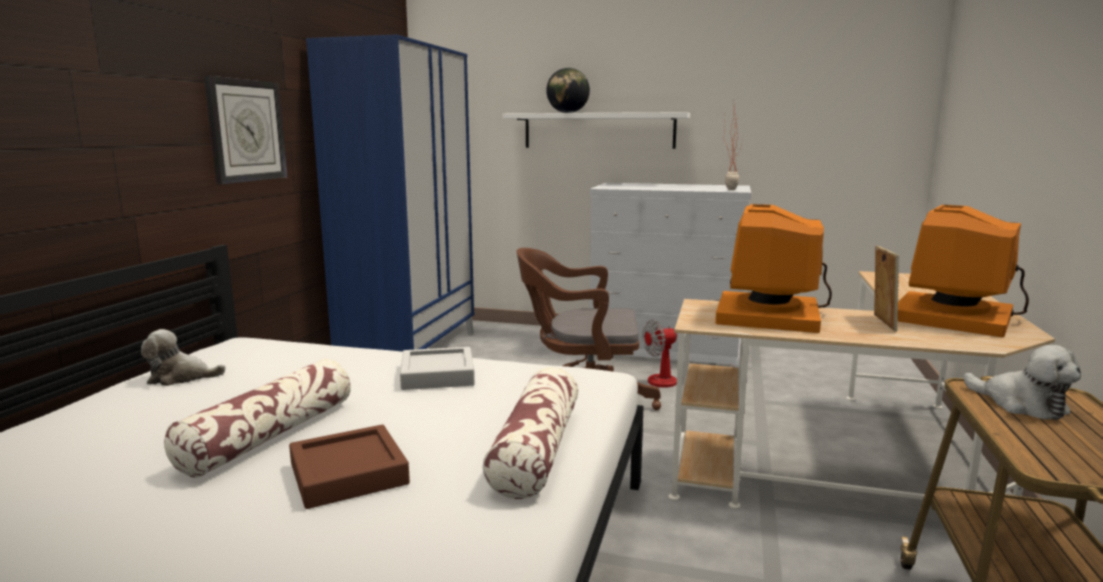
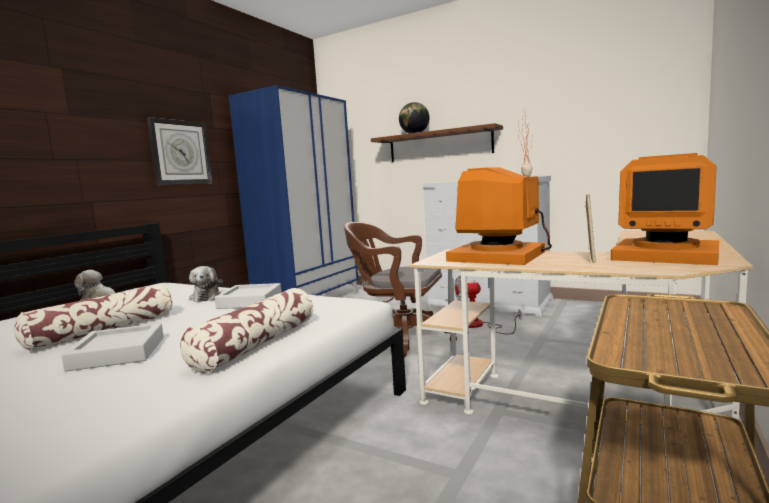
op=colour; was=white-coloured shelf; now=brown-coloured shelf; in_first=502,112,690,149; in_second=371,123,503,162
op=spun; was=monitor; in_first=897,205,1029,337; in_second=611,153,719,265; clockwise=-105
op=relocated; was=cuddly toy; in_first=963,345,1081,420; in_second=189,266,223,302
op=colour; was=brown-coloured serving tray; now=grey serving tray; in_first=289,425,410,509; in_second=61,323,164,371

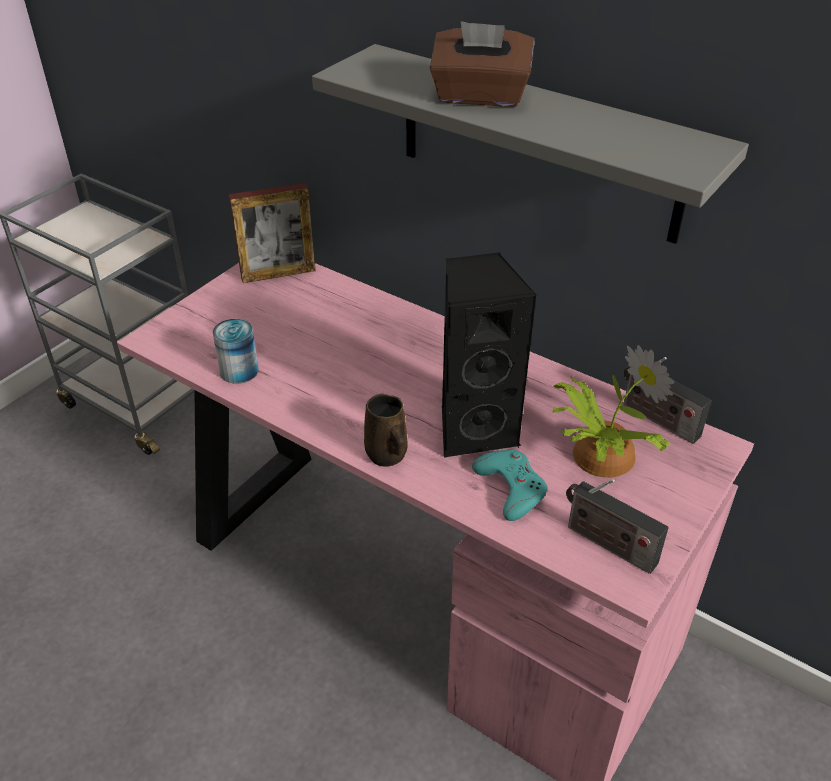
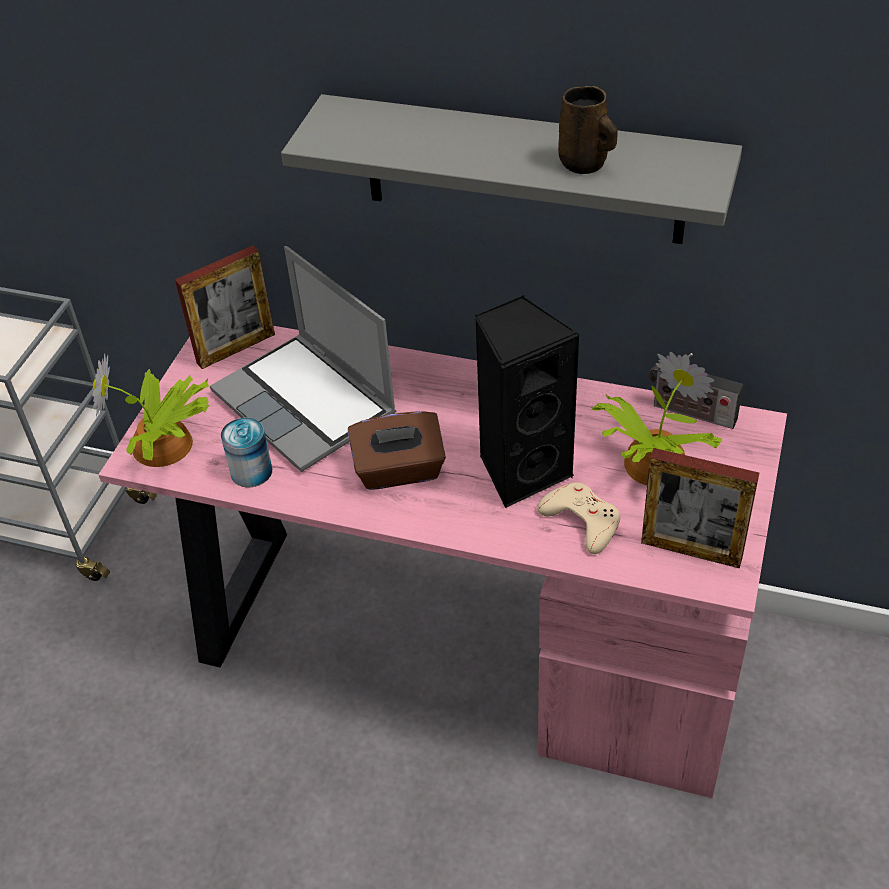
op=relocated; was=brown-coloured tissue holder; in_first=430,21,534,107; in_second=348,411,446,490
op=relocated; was=brown-coloured coffee mug; in_first=364,394,408,466; in_second=558,86,618,174
op=colour; was=blue-green game controller; now=sand-coloured game controller; in_first=472,450,547,521; in_second=537,483,620,554
op=exchanged; was=radio set; now=picture frame; in_first=566,479,669,574; in_second=641,448,759,569
op=appeared; now=laptop; in_second=210,246,396,472
op=appeared; now=potted plant; in_second=92,354,210,467

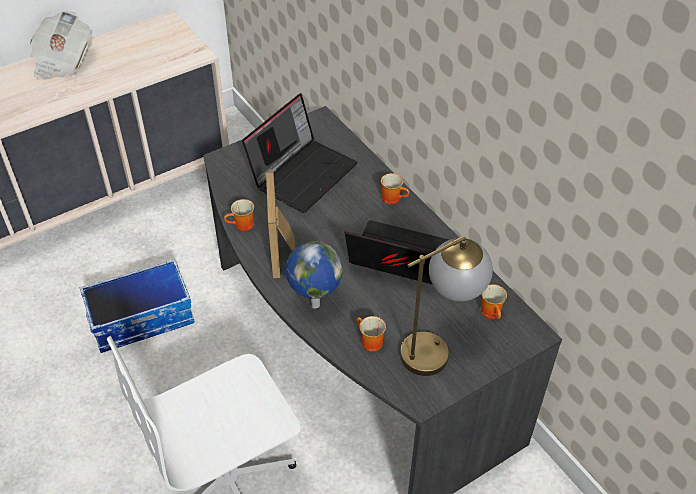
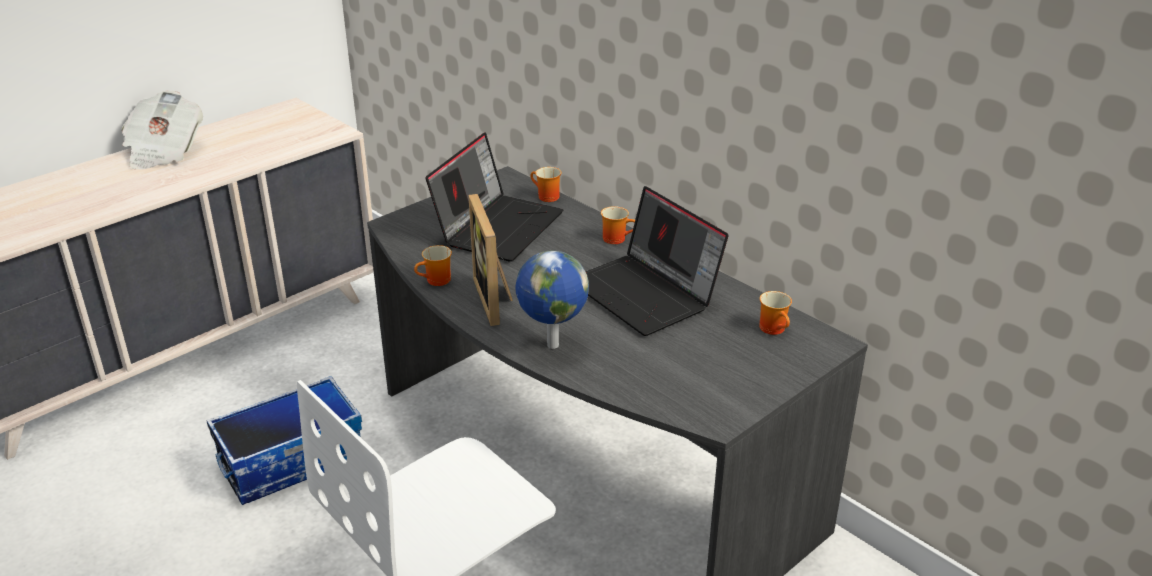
op=spun; was=laptop; in_first=345,220,449,284; in_second=585,186,729,336; clockwise=-135
op=missing; was=lamp for a table; in_first=400,236,493,376
op=relocated; was=coffee mug; in_first=356,316,386,352; in_second=530,167,561,202

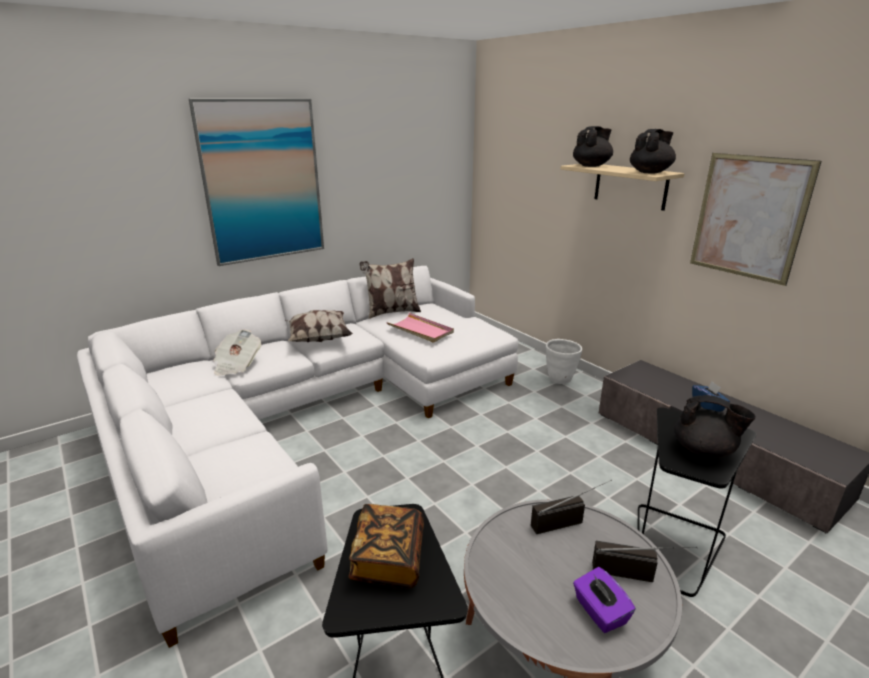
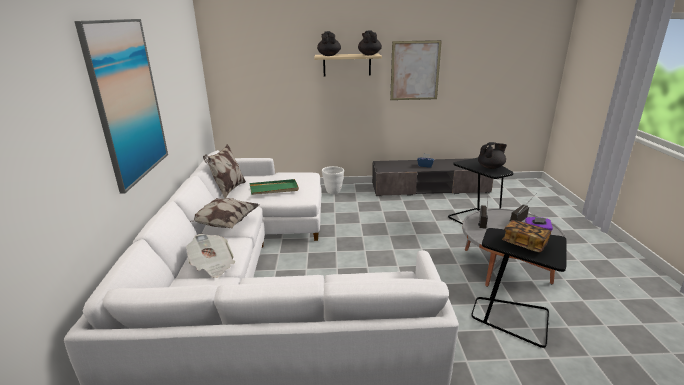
op=colour; was=pink-coloured serving tray; now=greenish serving tray; in_first=386,313,454,343; in_second=250,179,299,195

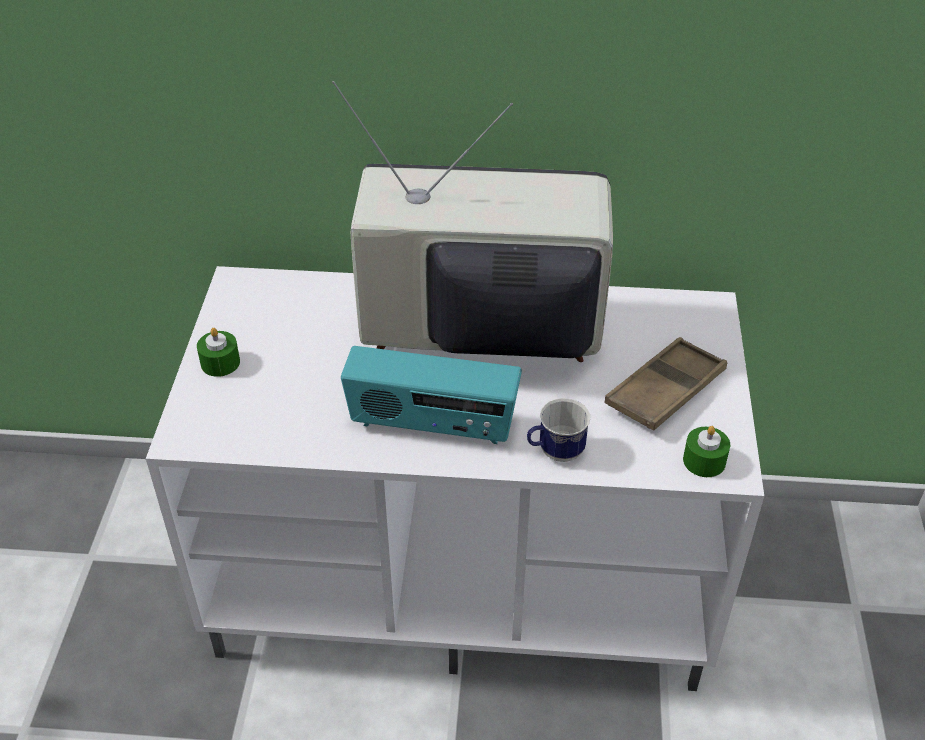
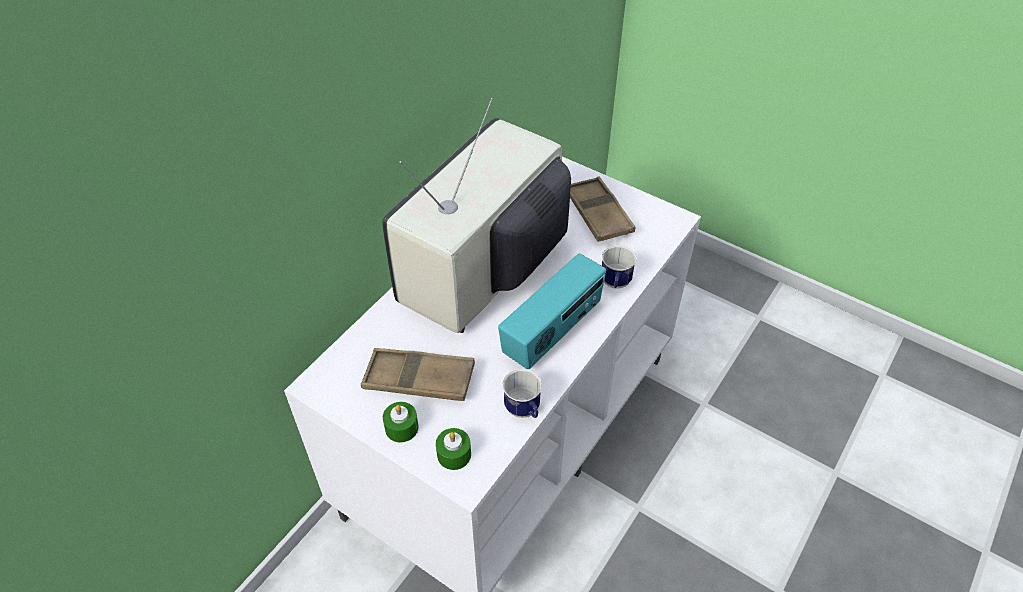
op=relocated; was=greenish candle; in_first=683,426,730,477; in_second=436,428,471,470
op=appeared; now=brown-coloured serving tray; in_second=361,348,475,401
op=appeared; now=coffee mug; in_second=503,369,542,418

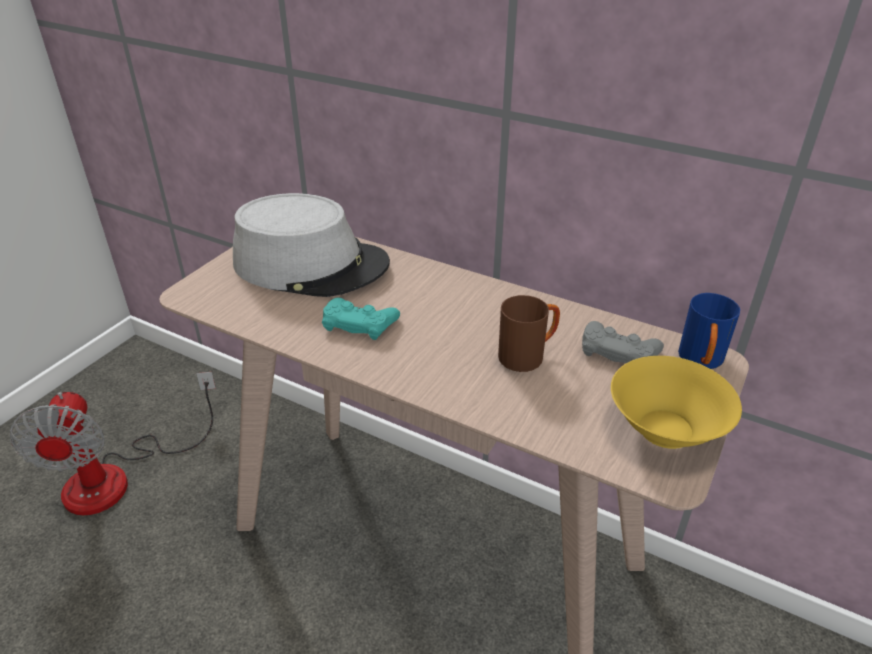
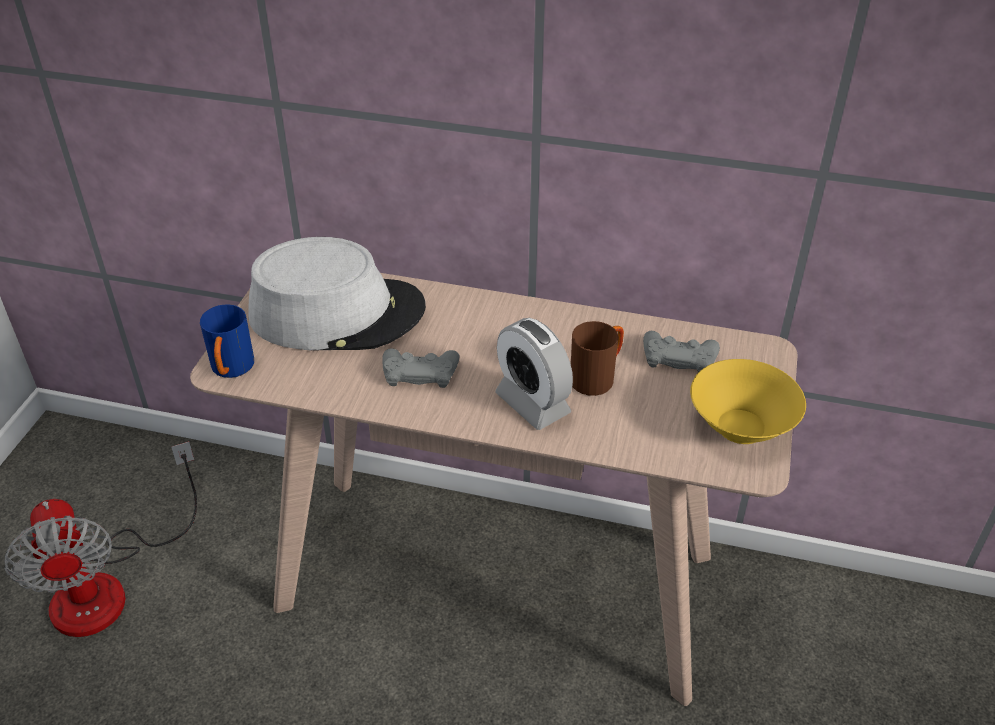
op=relocated; was=blue-coloured coffee mug; in_first=678,293,740,369; in_second=200,305,254,378
op=colour; was=blue-green game controller; now=grey game controller; in_first=322,298,400,340; in_second=382,348,459,388
op=appeared; now=bedside clock; in_second=495,318,573,430

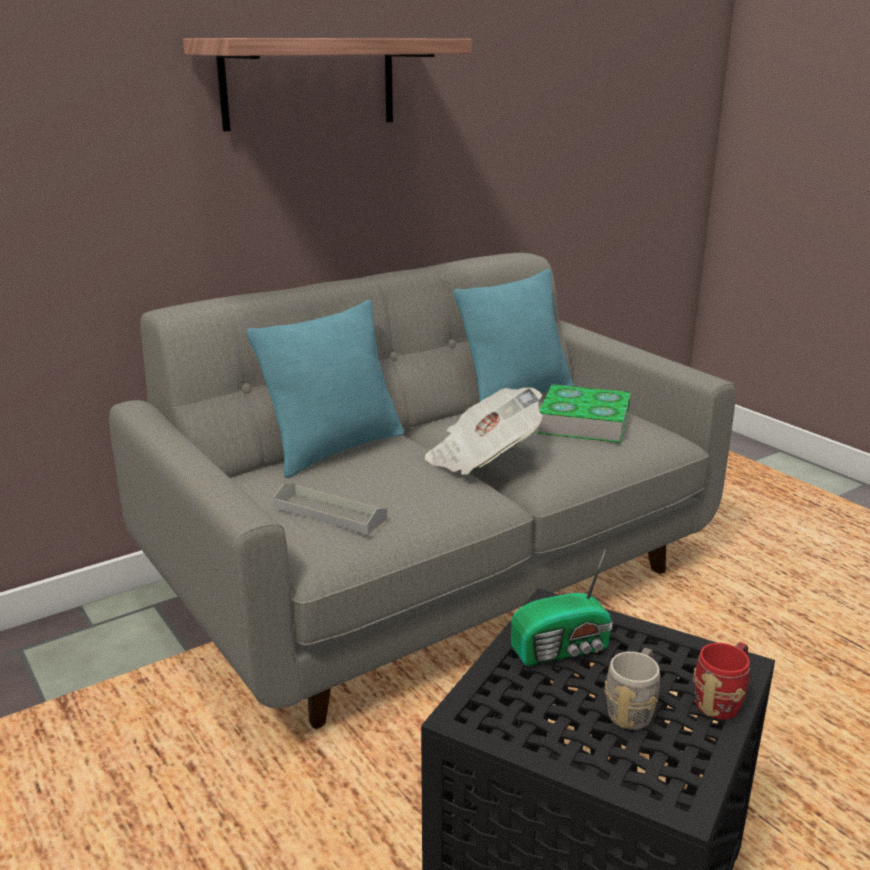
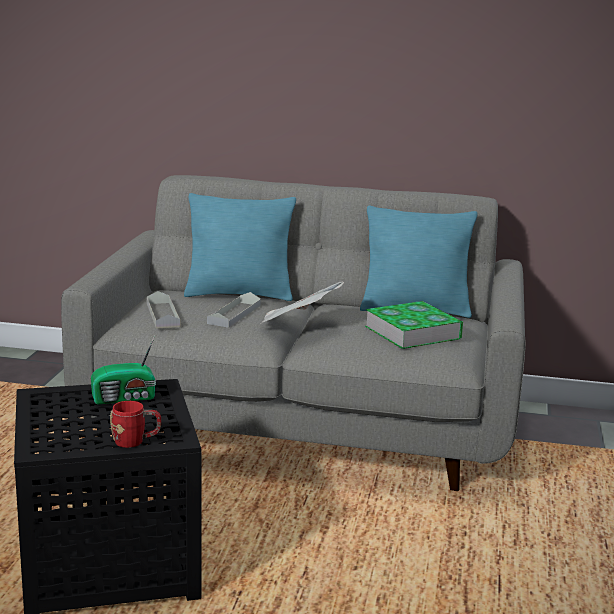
op=missing; was=shelf; in_first=183,38,472,131
op=spun; was=radio set; in_first=511,549,613,666; in_second=91,335,156,404; clockwise=-45
op=missing; was=grey coffee mug; in_first=604,648,660,730
op=appeared; now=grey serving tray; in_second=207,292,261,328

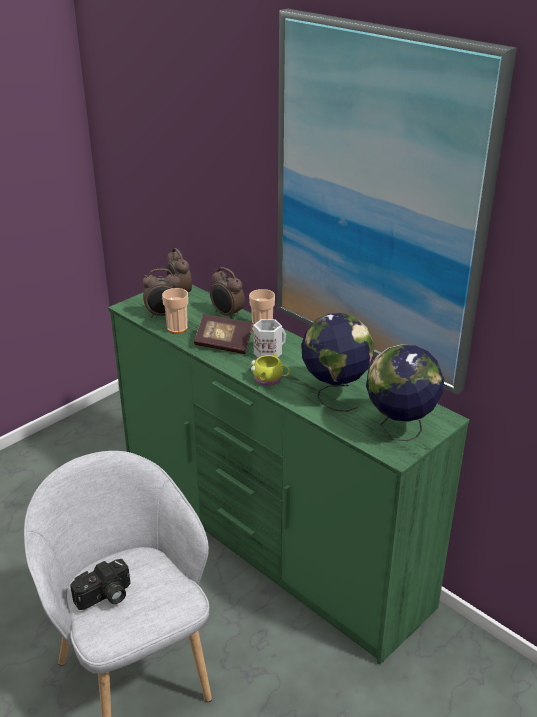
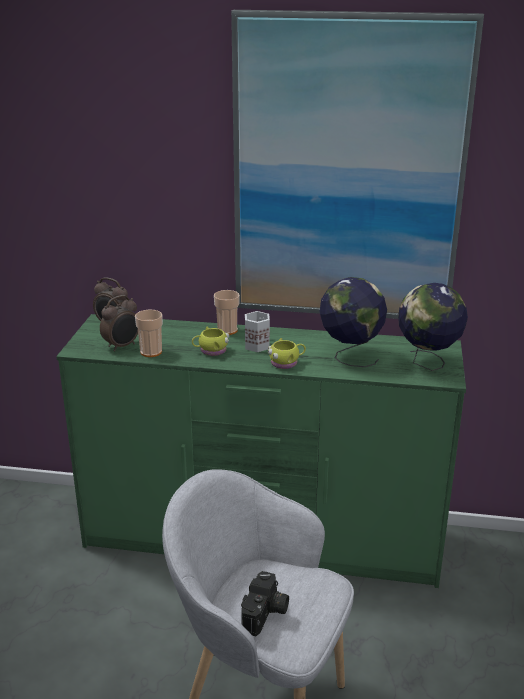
op=missing; was=bedside clock; in_first=210,267,245,319
op=exchanged; was=volume; now=yellowish coffee mug; in_first=194,314,253,354; in_second=192,327,229,356

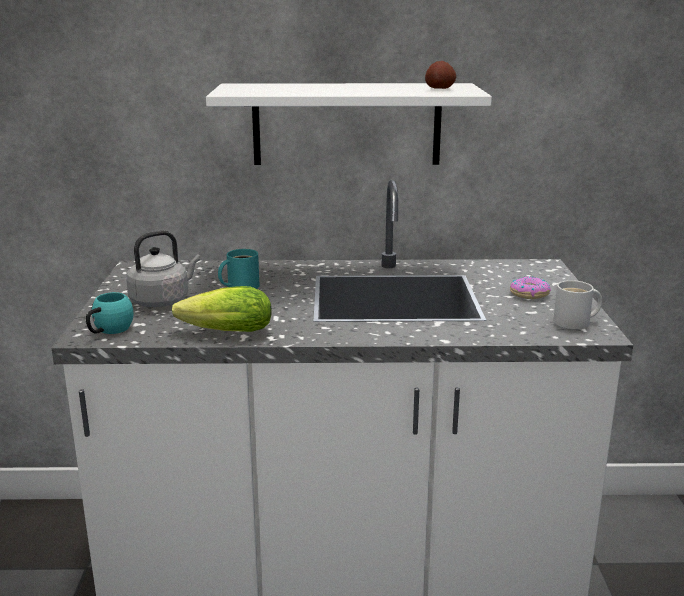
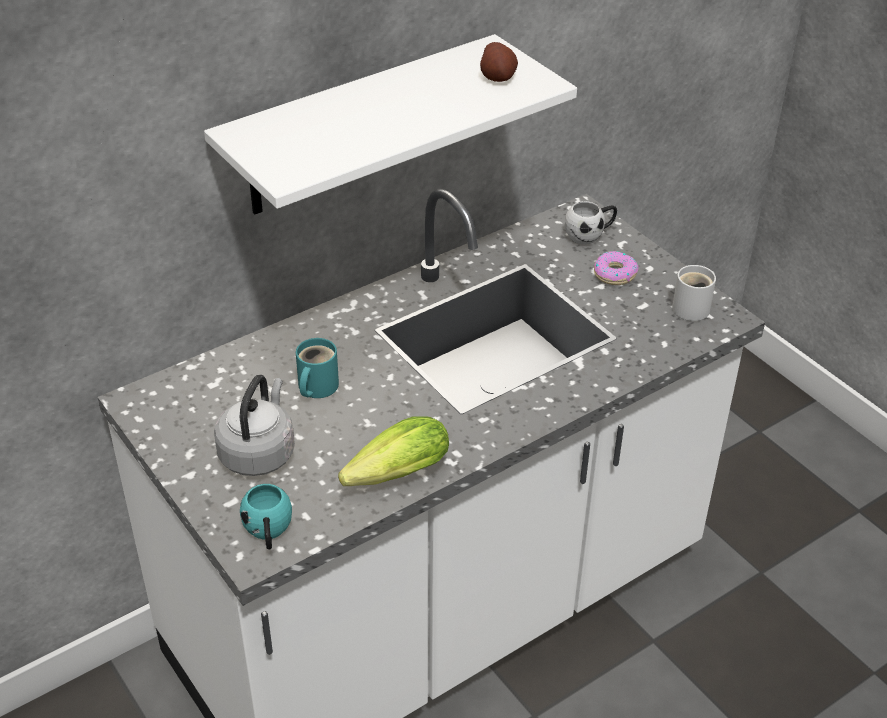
op=appeared; now=white-coloured coffee mug; in_second=565,201,617,245

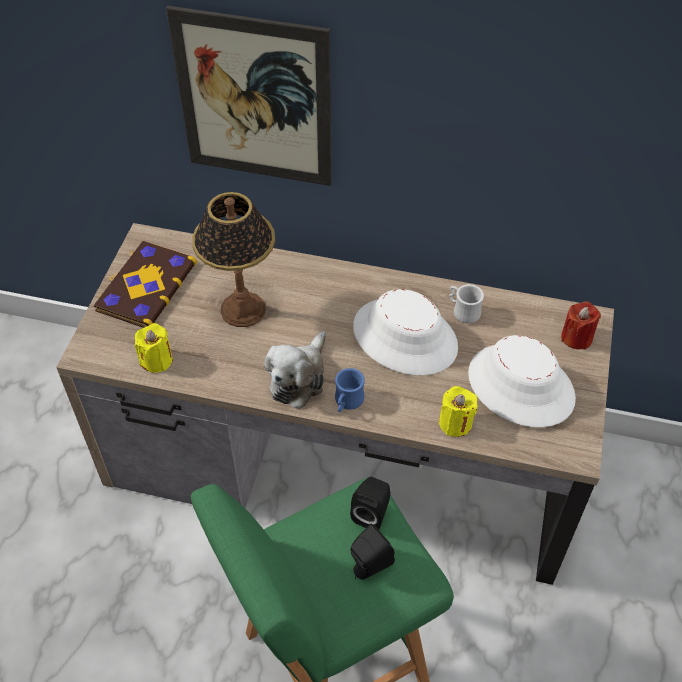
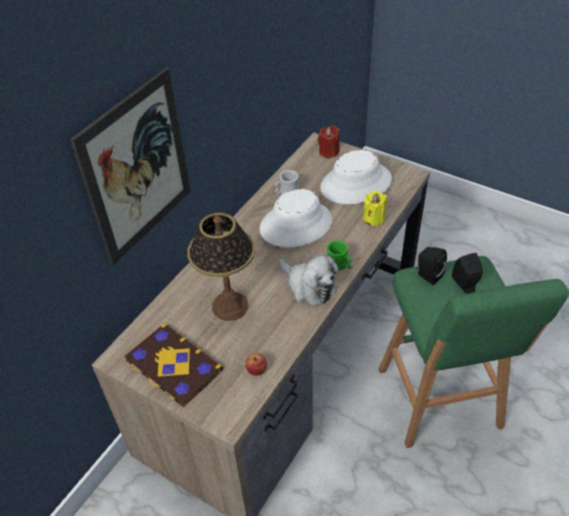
op=exchanged; was=yellowish candle; now=apple fruit; in_first=135,323,173,373; in_second=245,353,267,376
op=colour; was=blue-coloured coffee mug; now=greenish coffee mug; in_first=335,368,365,412; in_second=327,241,352,271

